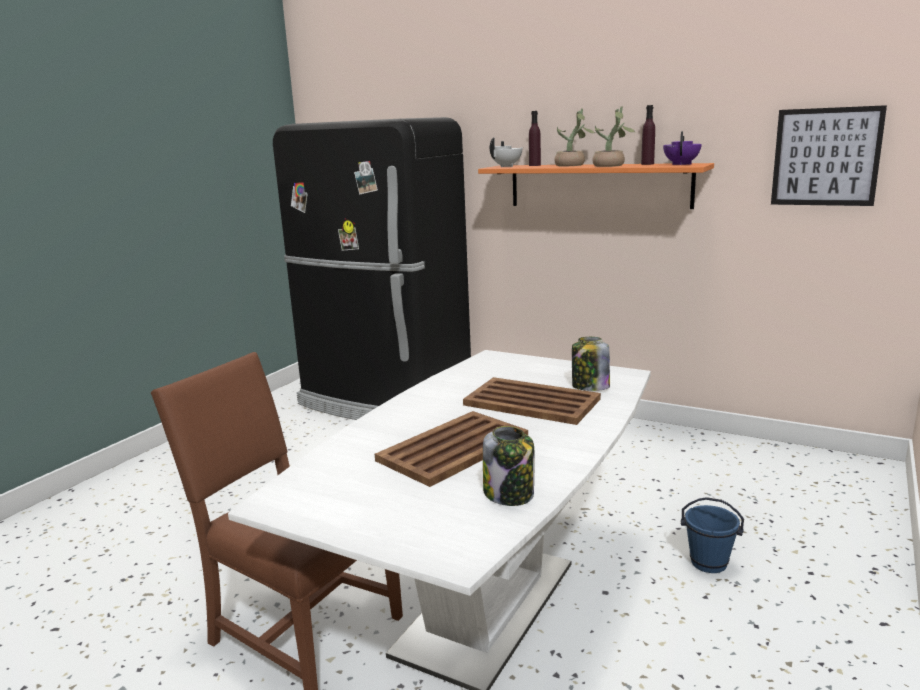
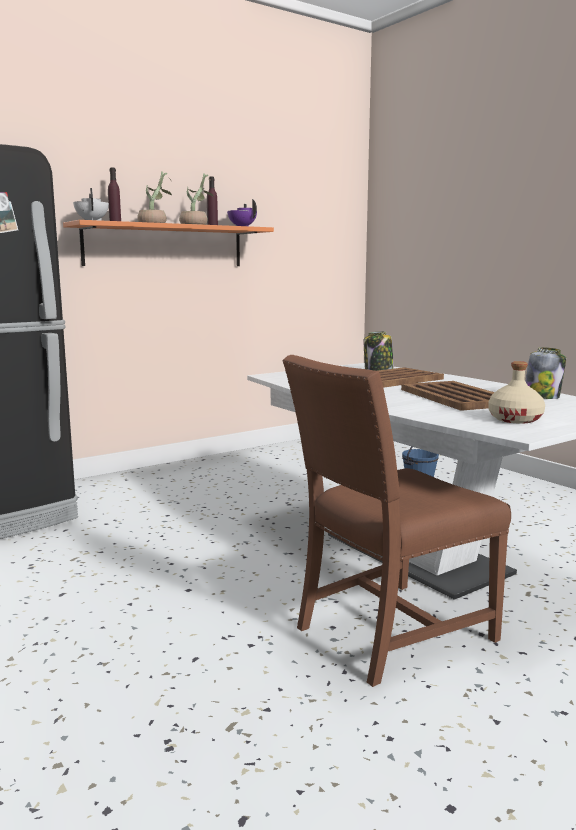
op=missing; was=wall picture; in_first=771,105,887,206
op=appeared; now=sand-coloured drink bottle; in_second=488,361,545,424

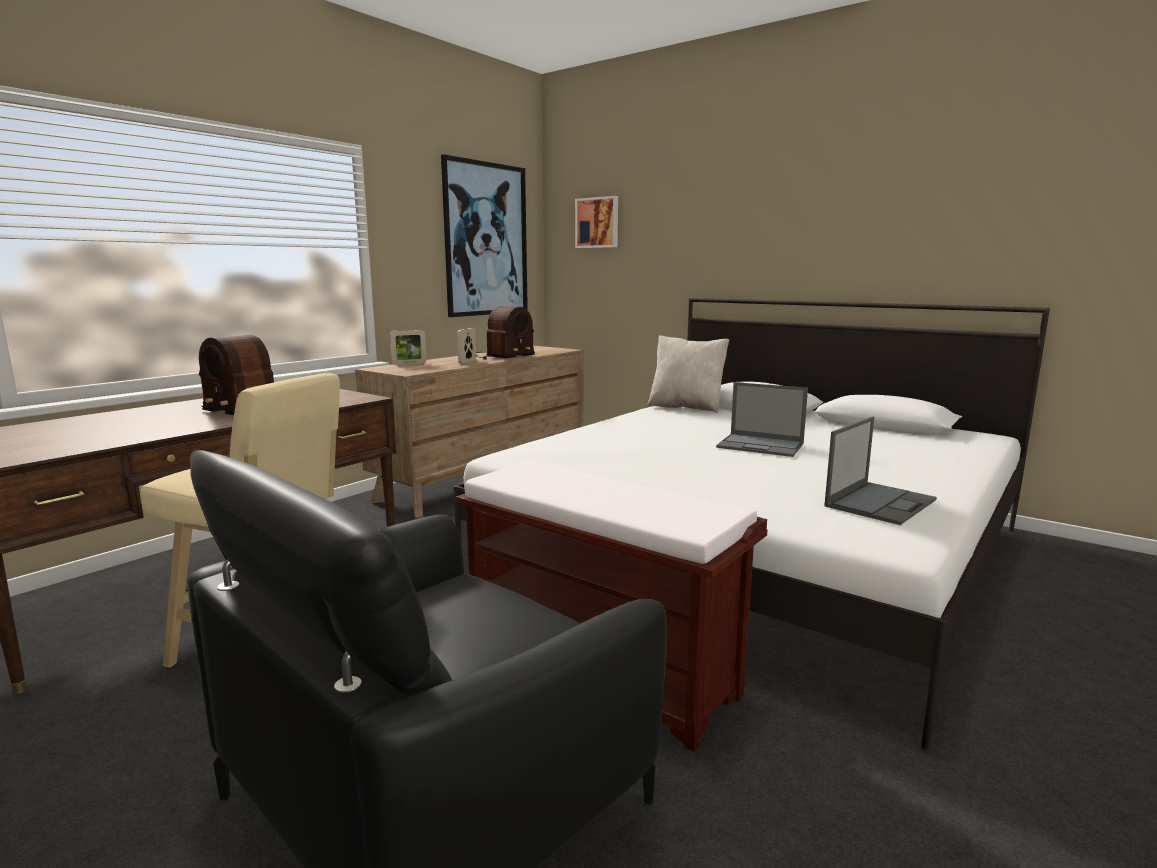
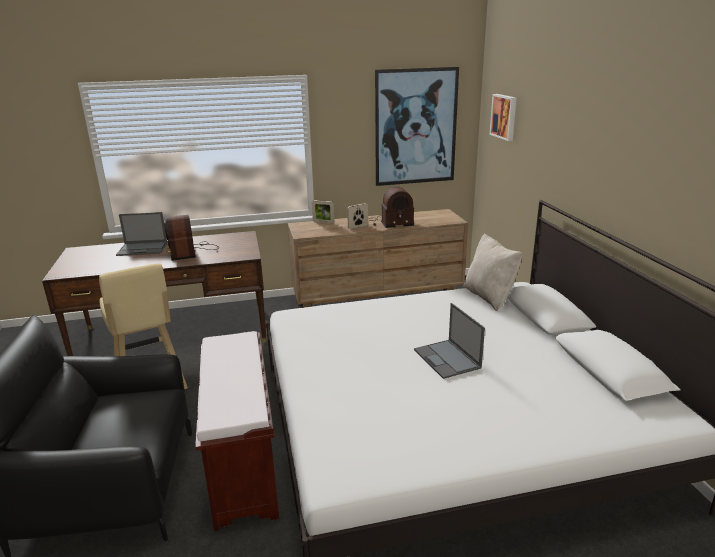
op=relocated; was=laptop; in_first=824,416,937,525; in_second=116,212,167,256

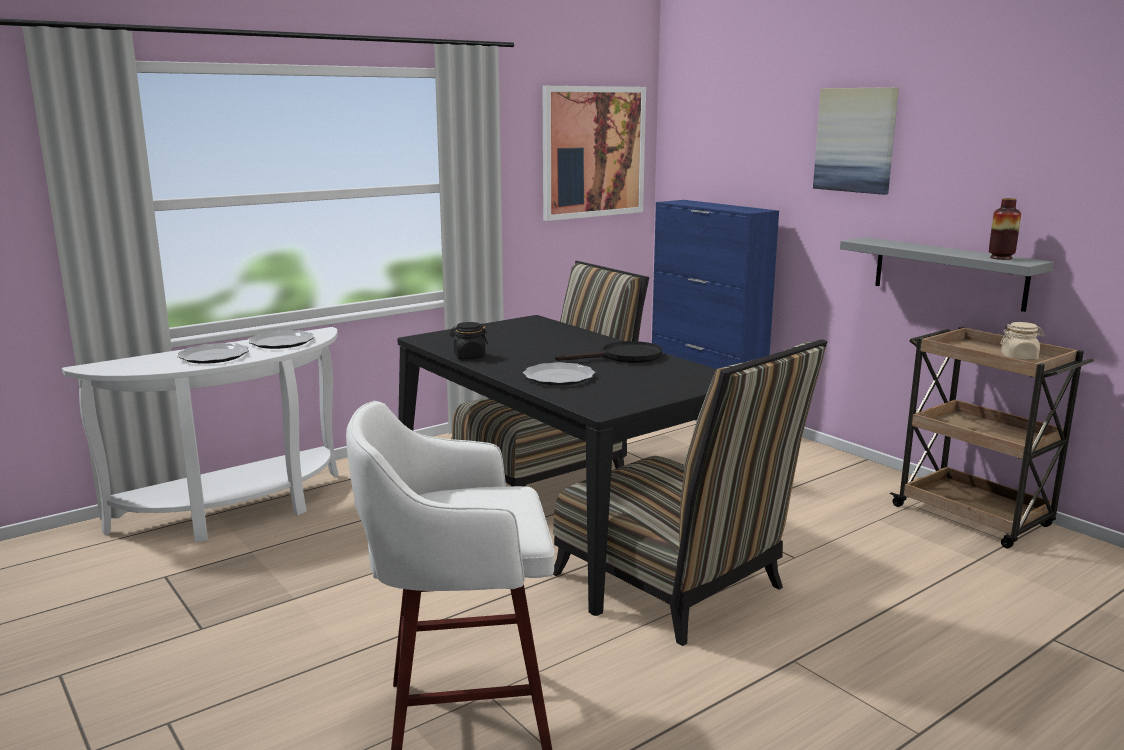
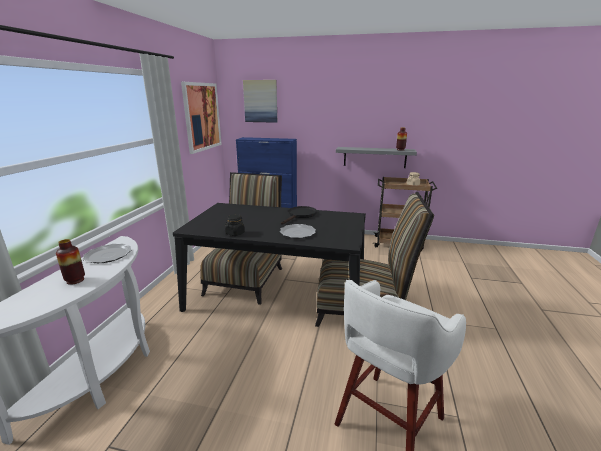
op=relocated; was=wall picture; in_first=813,87,899,195; in_second=243,80,277,123
op=exchanged; was=plate; now=vase; in_first=177,343,249,364; in_second=56,239,85,285

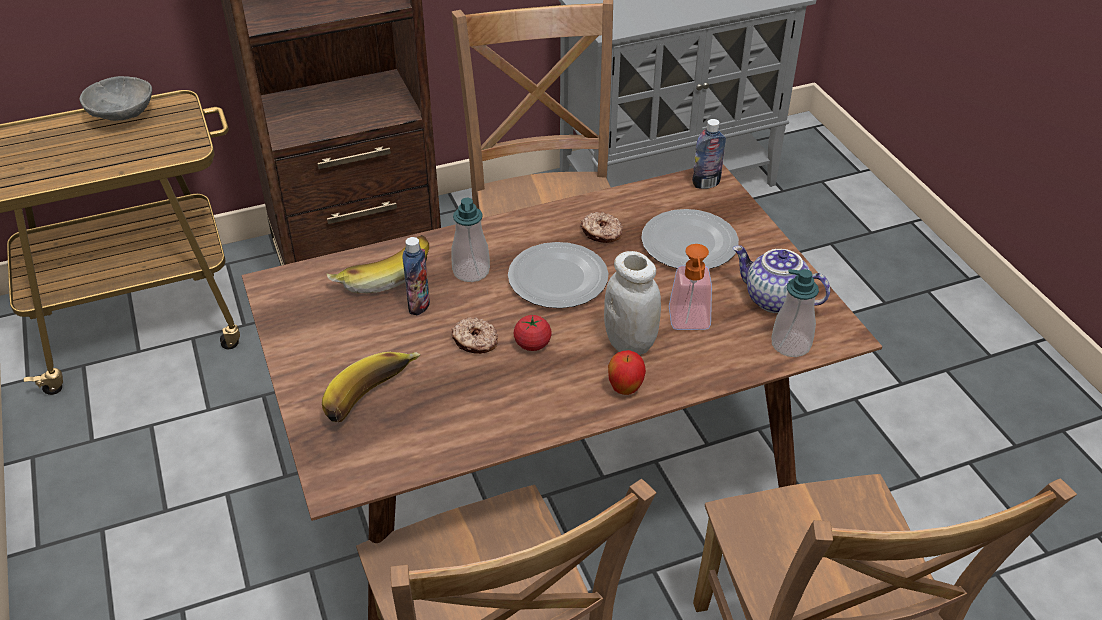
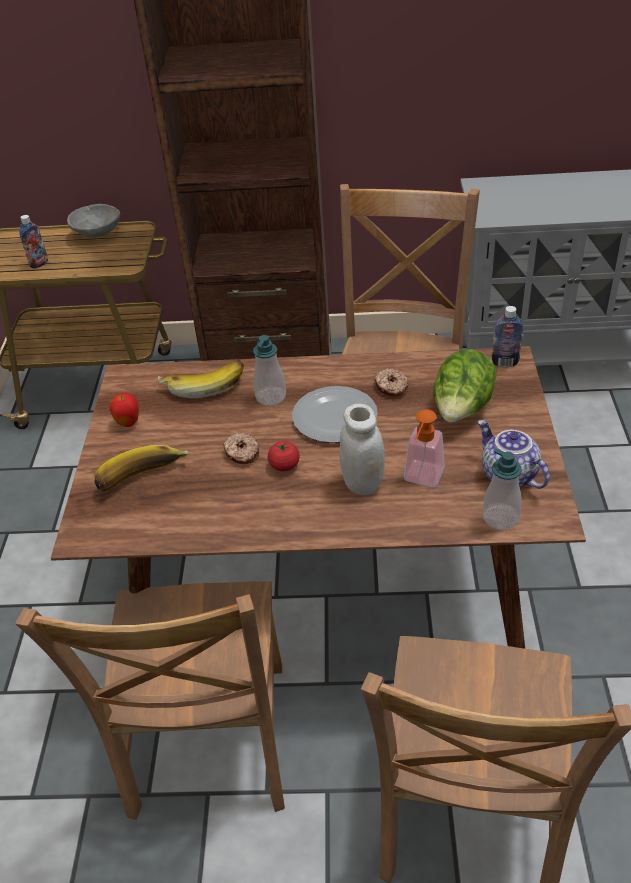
op=exchanged; was=plate; now=lettuce head; in_first=641,209,739,269; in_second=433,349,497,422
op=relocated; was=drink bottle; in_first=403,237,430,315; in_second=19,215,48,269
op=relocated; was=apple fruit; in_first=608,350,646,395; in_second=109,393,139,427

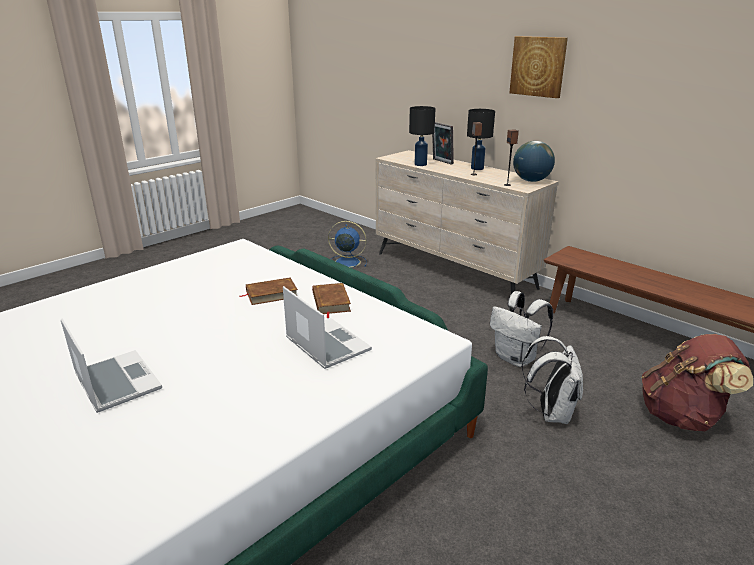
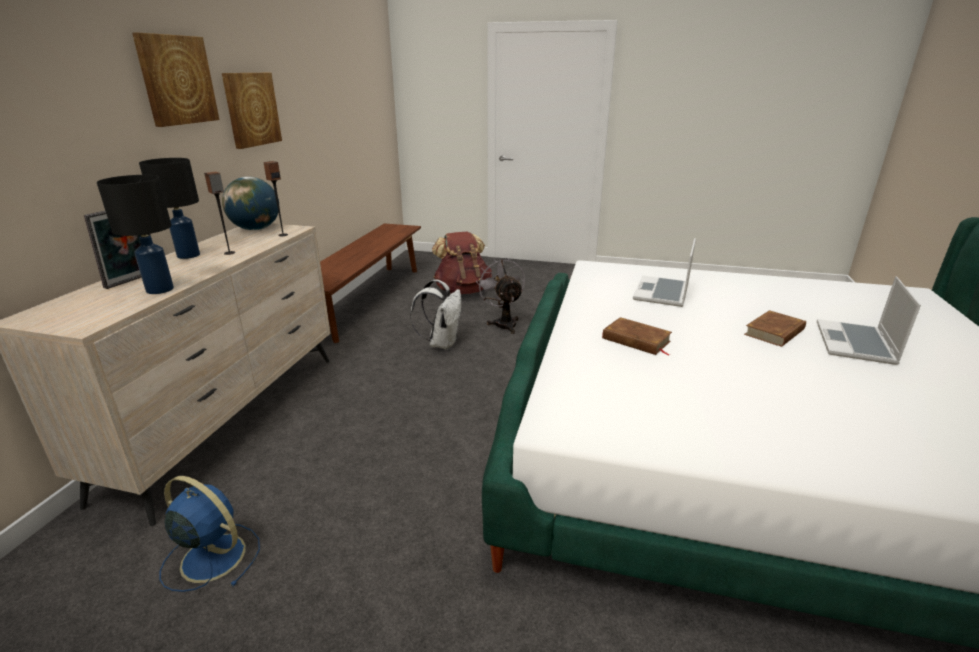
op=spun; was=blue-coloured electric fan; in_first=328,221,367,268; in_second=160,476,260,592; clockwise=135
op=relocated; was=brown-coloured volume; in_first=312,283,351,318; in_second=744,310,806,347
op=exchanged; was=white-coloured backpack; now=grey electric fan; in_first=522,336,583,424; in_second=476,258,525,334
op=appeared; now=wall picture; in_second=222,73,282,149

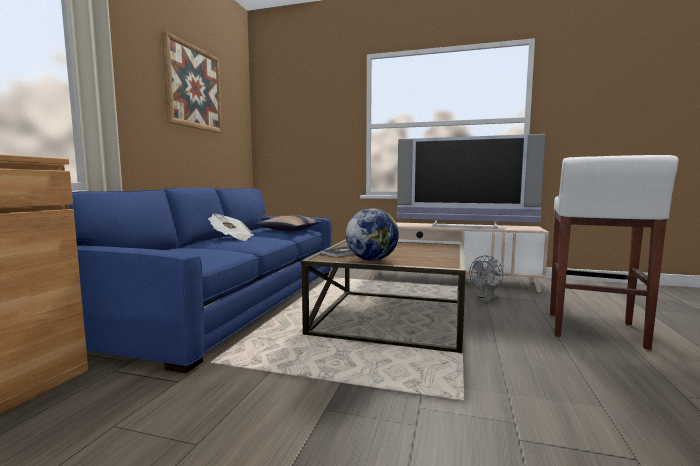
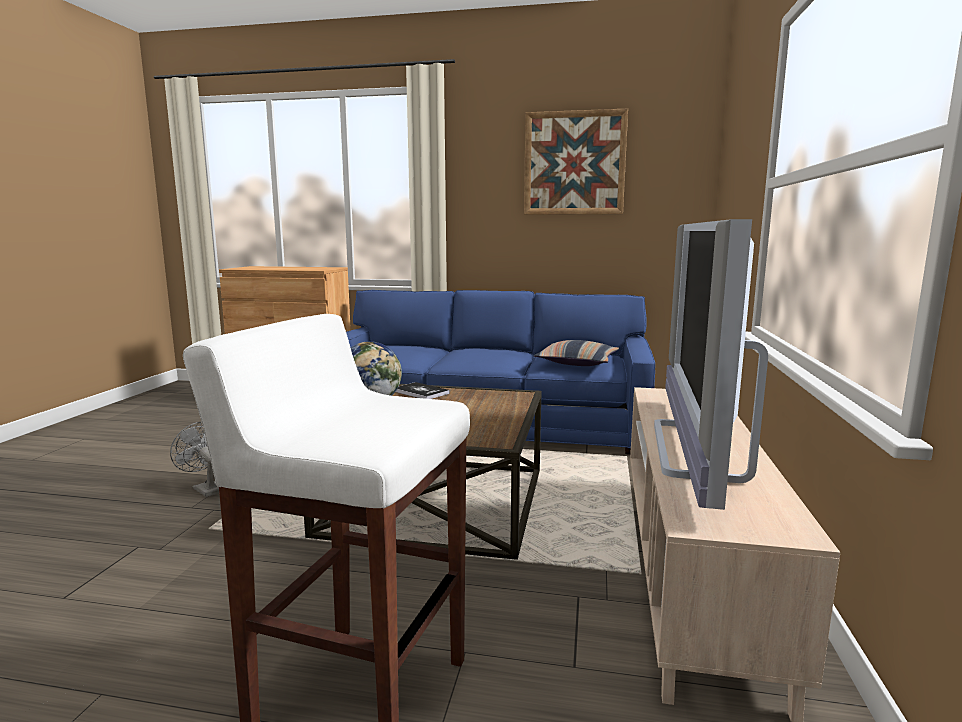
op=missing; was=printed paper; in_first=208,214,254,241
op=relocated; was=grey electric fan; in_first=469,256,503,302; in_second=170,421,219,497

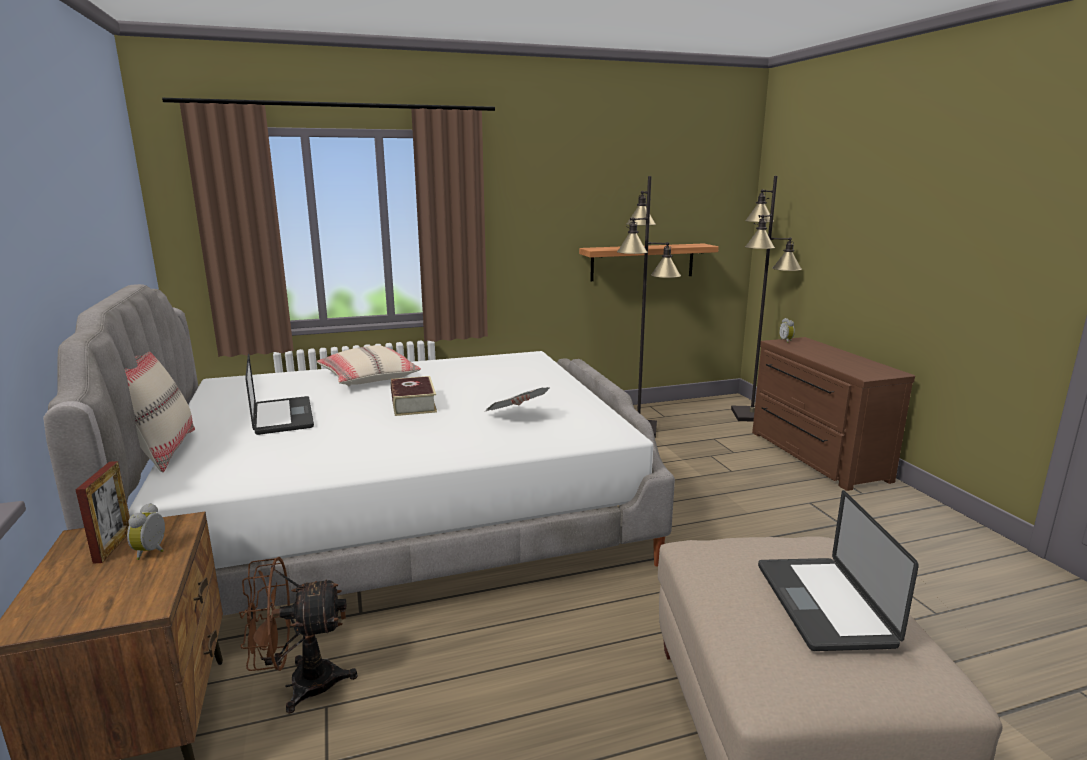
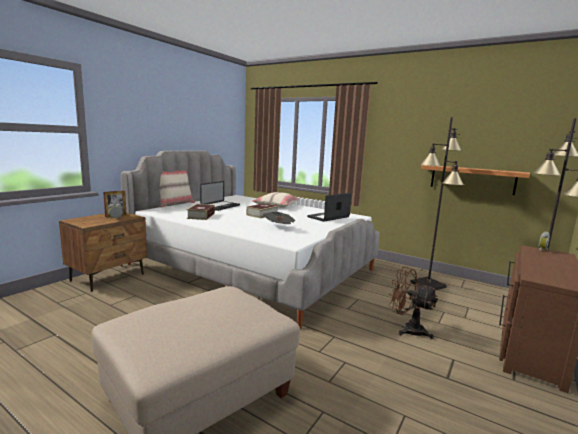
op=relocated; was=laptop; in_first=758,490,918,651; in_second=307,193,352,222
op=relocated; was=brown-coloured electric fan; in_first=239,557,358,714; in_second=389,267,438,339
op=appeared; now=volume; in_second=186,204,215,220

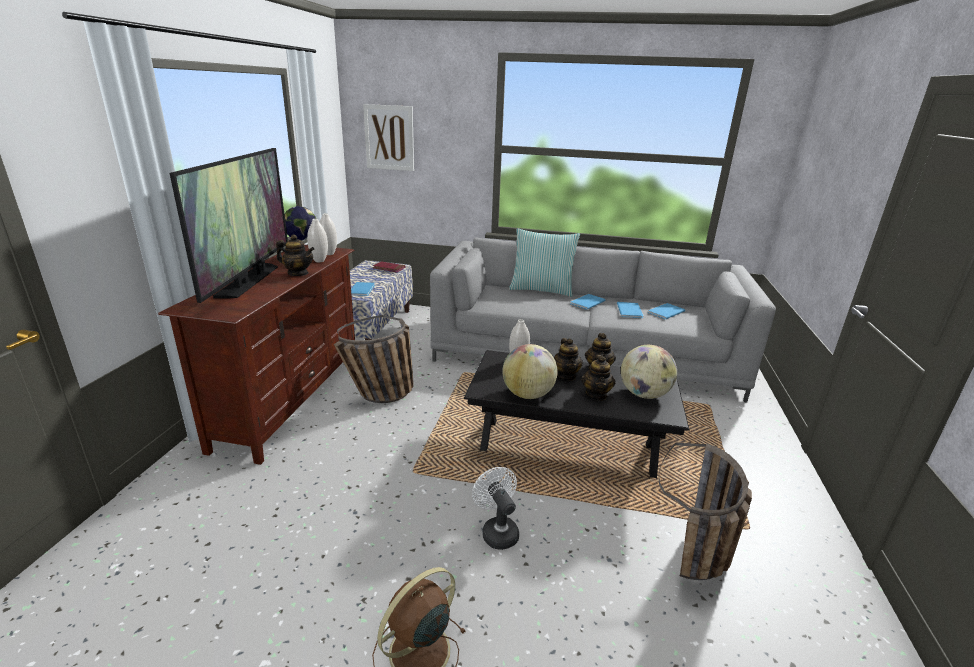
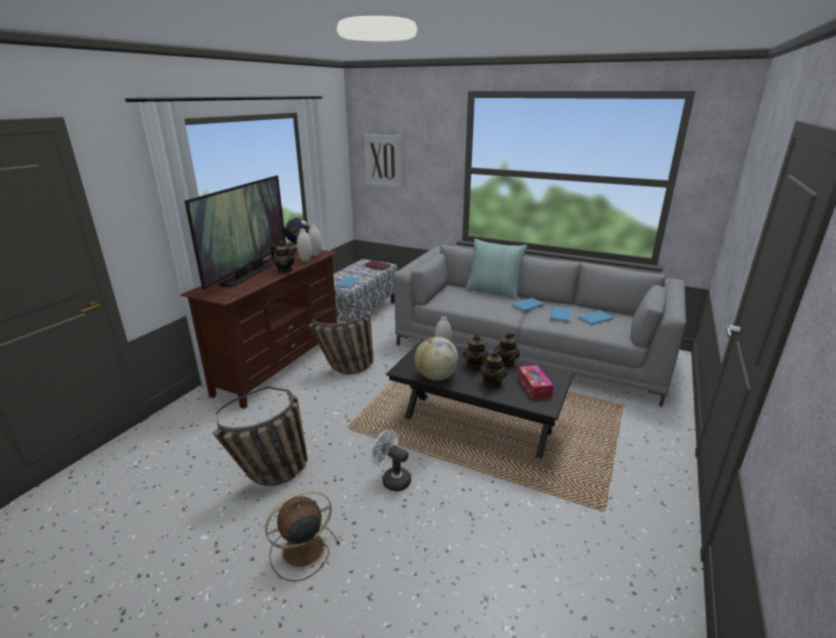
op=exchanged; was=globe; now=tissue holder; in_first=621,345,677,399; in_second=518,365,553,399
op=relocated; was=storage basket; in_first=659,443,752,580; in_second=212,386,308,486
op=spun; was=white-coloured electric fan; in_first=472,467,519,550; in_second=371,429,411,492; clockwise=-45

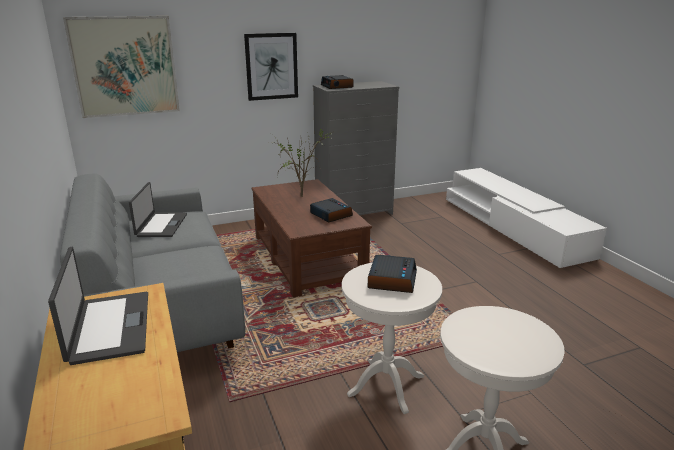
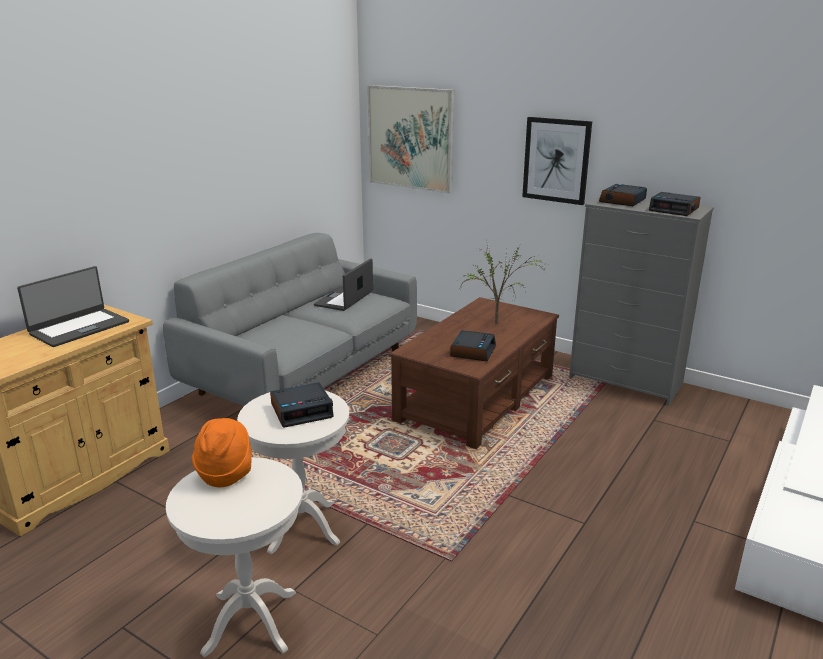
op=spun; was=laptop; in_first=129,182,187,237; in_second=314,258,373,311; clockwise=150
op=appeared; now=bedside clock; in_second=649,192,700,216
op=appeared; now=orange hat; in_second=192,418,252,487

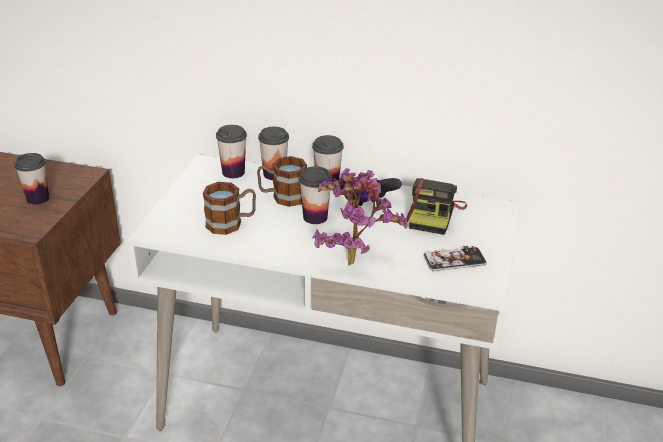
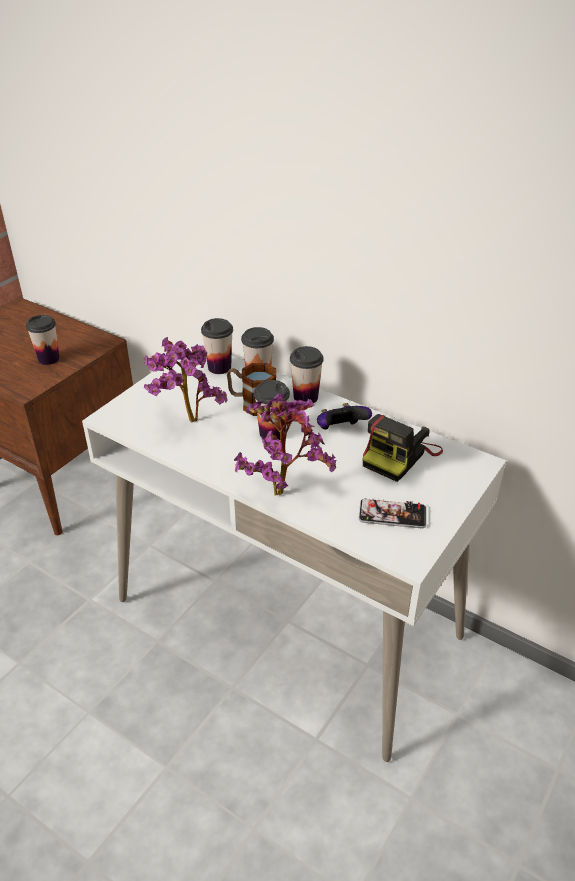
op=exchanged; was=coffee mug; now=potted plant; in_first=203,182,256,235; in_second=144,337,227,422

